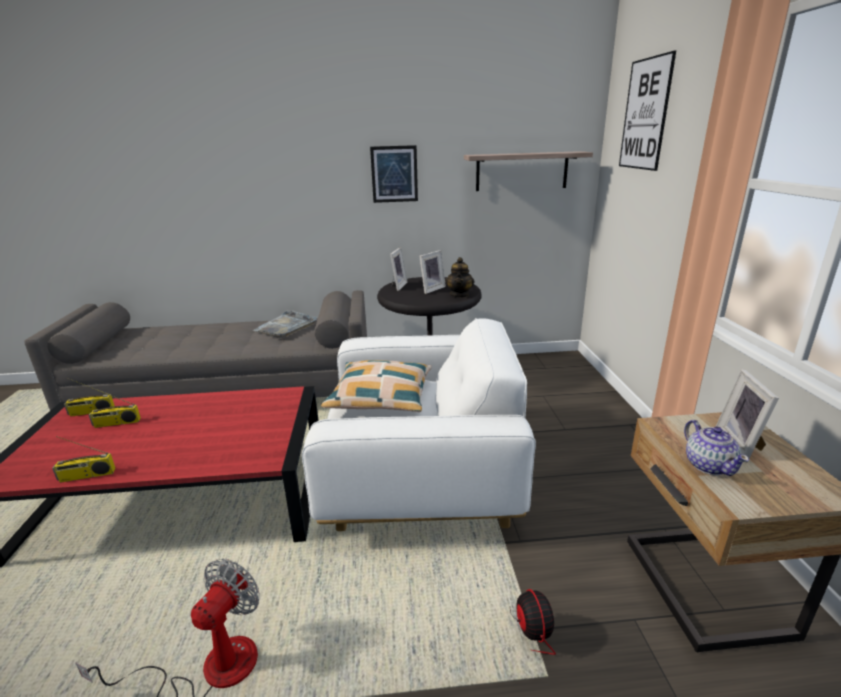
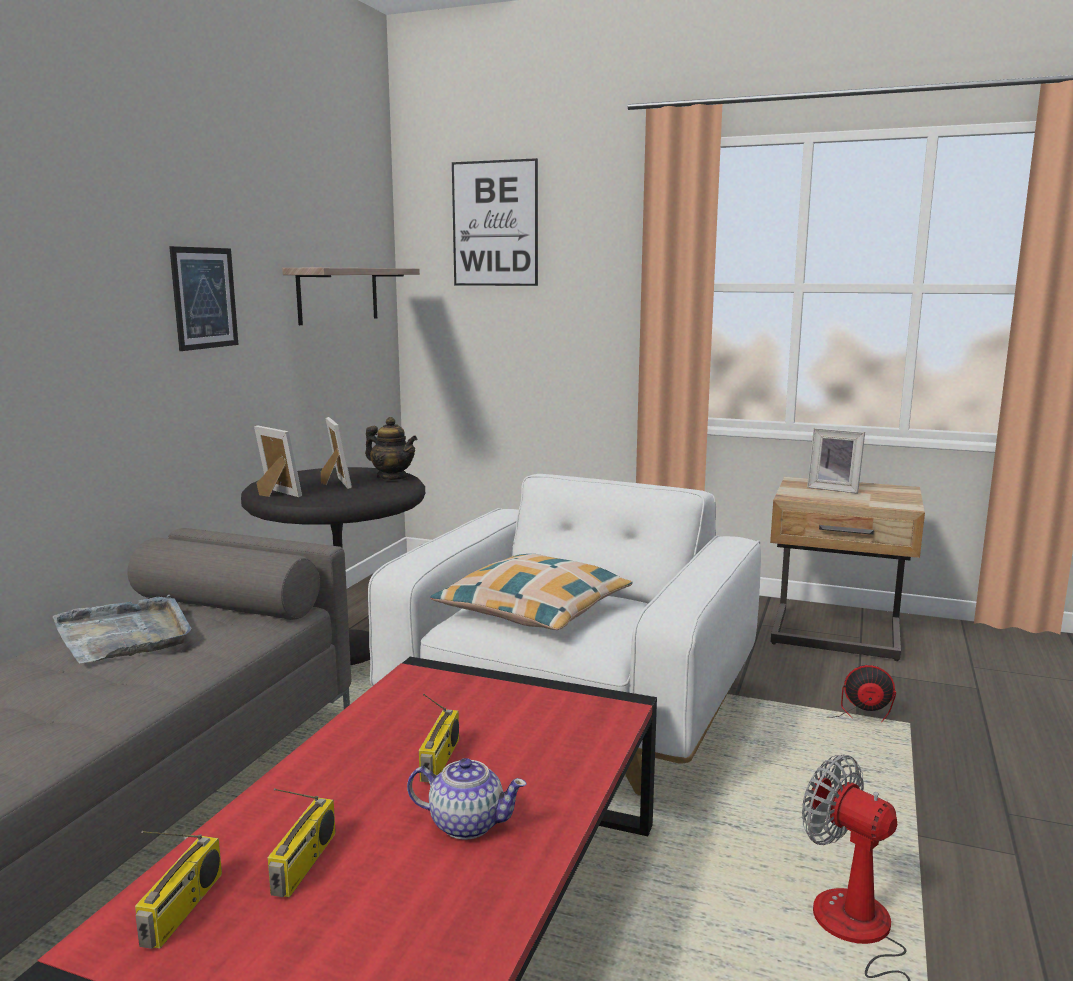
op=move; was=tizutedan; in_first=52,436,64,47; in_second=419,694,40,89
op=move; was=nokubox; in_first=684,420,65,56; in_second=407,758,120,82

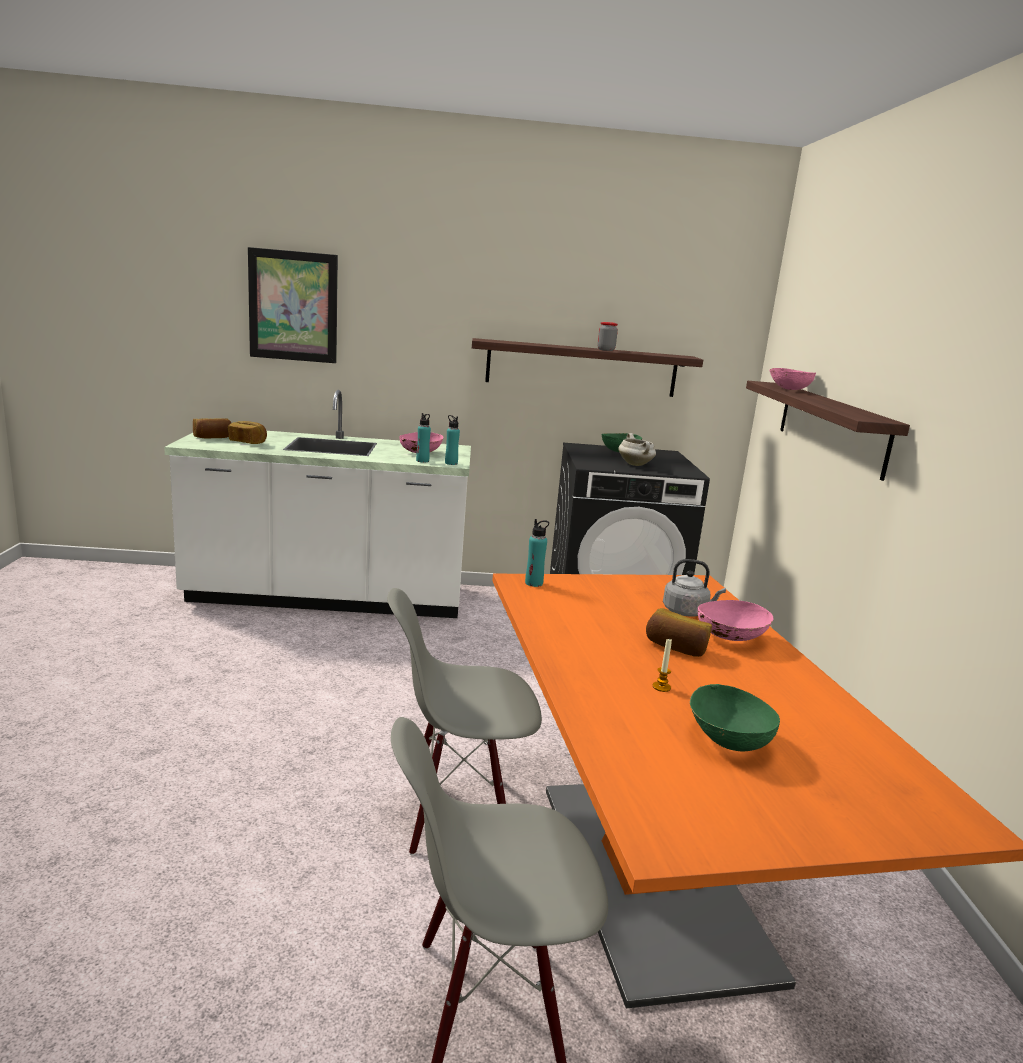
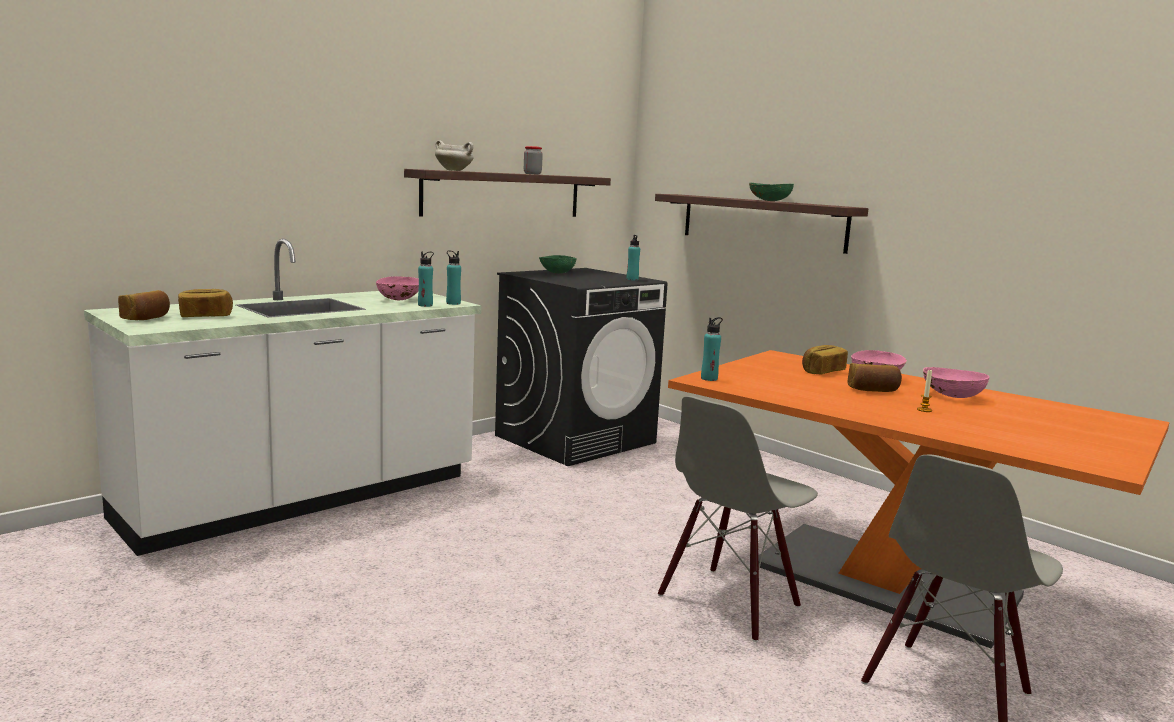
op=delete; was=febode; in_first=248,247,90,116
op=move; was=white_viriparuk; in_first=618,433,38,33; in_second=435,140,39,31
op=replace; was=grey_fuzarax; now=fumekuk; in_first=663,559,63,58; in_second=802,345,46,29
op=move; was=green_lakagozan; in_first=689,684,91,67; in_second=749,183,45,18
op=move; was=pink_lakagozan; in_first=769,368,47,22; in_second=923,367,66,31
op=insert; now=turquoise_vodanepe; in_second=627,235,13,45

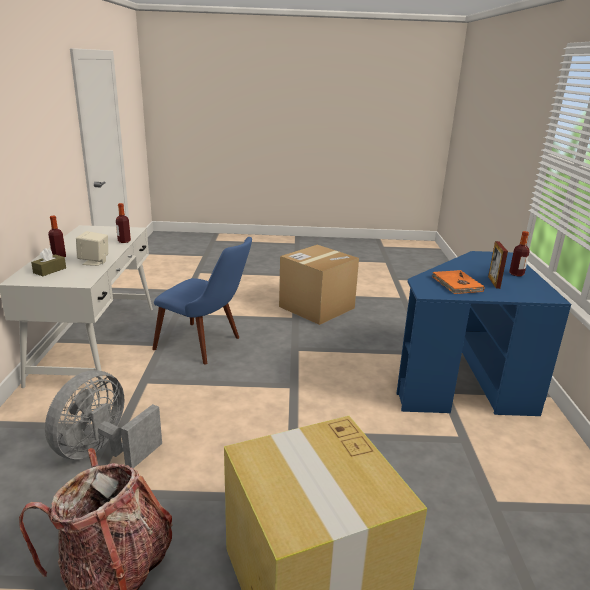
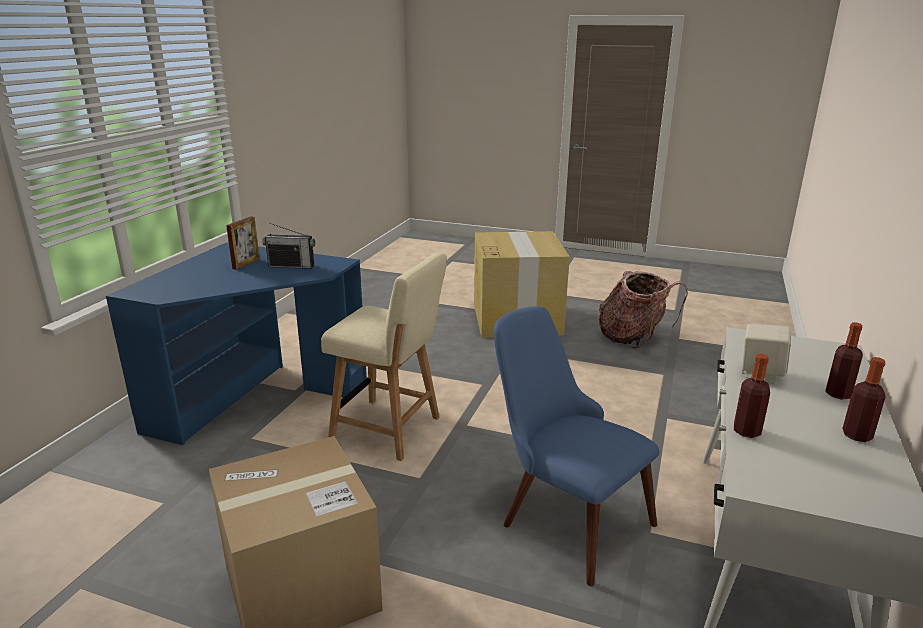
op=delete; was=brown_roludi; in_first=31,248,35,28
op=delete; was=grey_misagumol; in_first=45,370,117,98
op=replace; was=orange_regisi; now=tizutedan; in_first=432,270,52,24; in_second=262,223,53,46
op=move; was=vodanepe; in_first=509,231,21,45; in_second=842,357,44,85
op=insert; now=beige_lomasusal; in_second=321,252,126,209

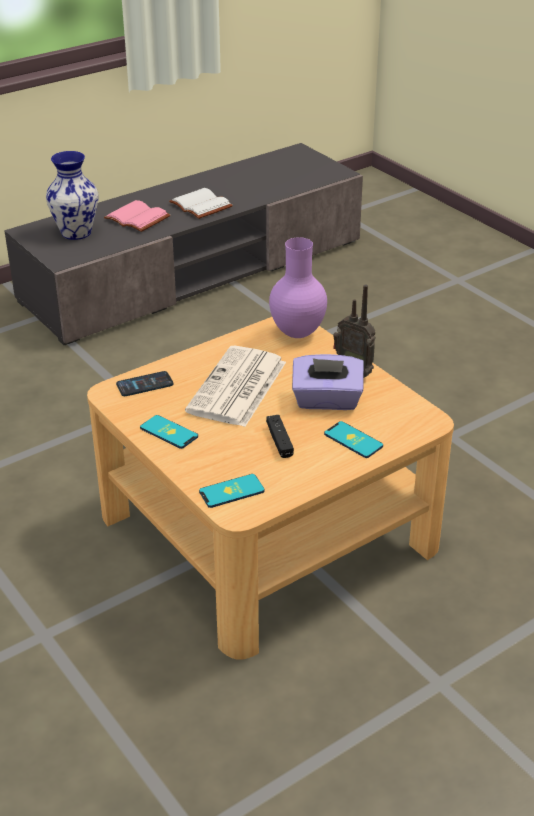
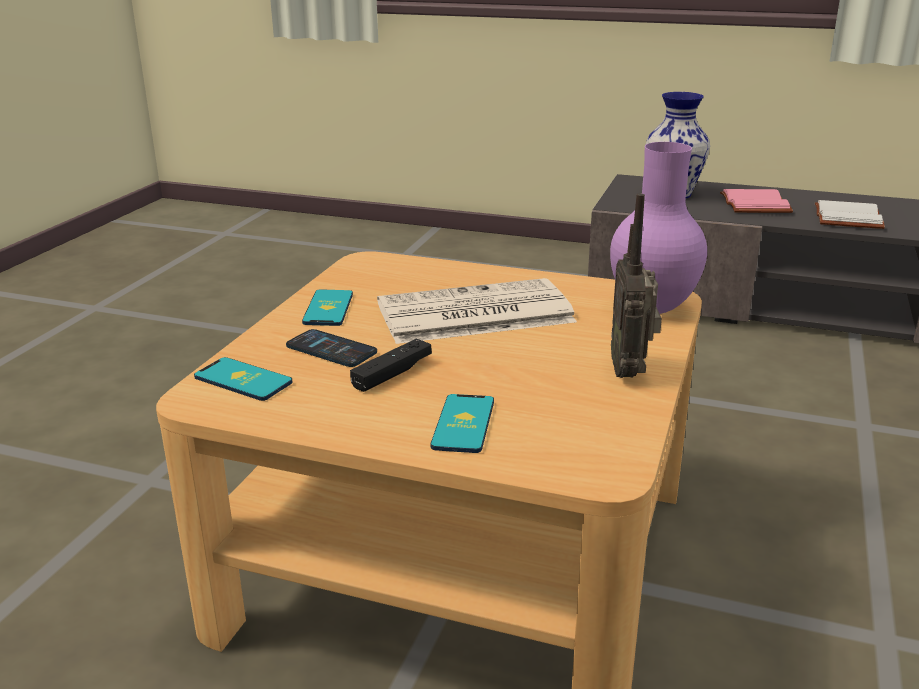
op=move; was=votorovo; in_first=116,371,57,25; in_second=286,329,91,38
op=delete; was=purple_roludi; in_first=292,354,72,56

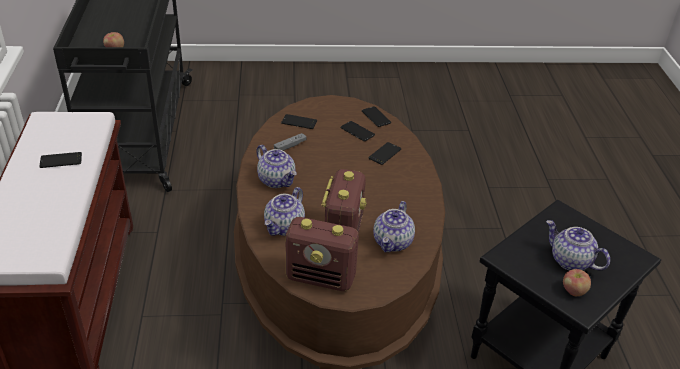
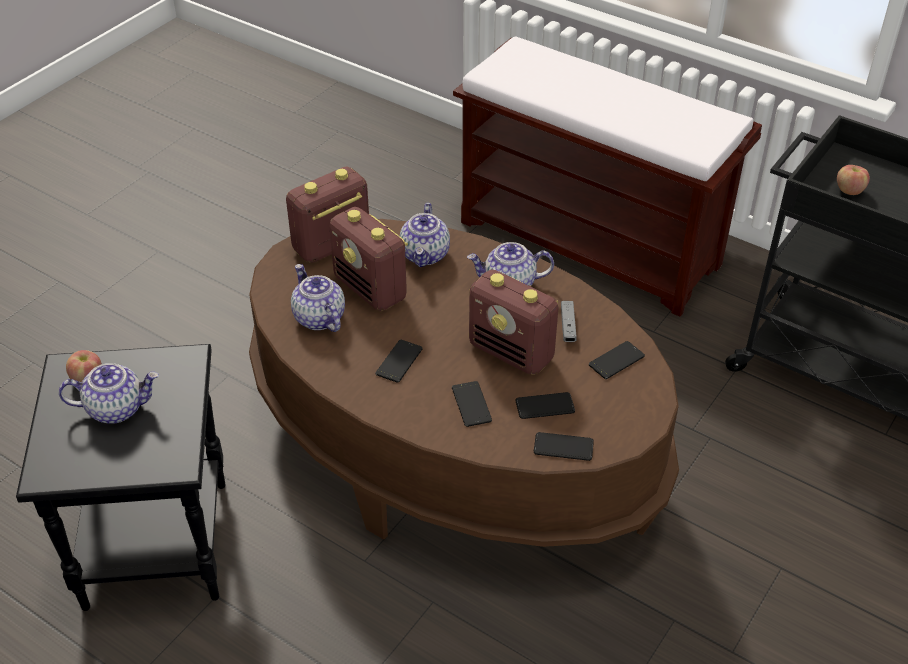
op=move; was=votorovo; in_first=39,152,43,16; in_second=376,340,47,43
op=rotate; was=nokubox; in_first=264,187,41,49; in_second=400,203,50,64; clockwise=-150
op=insert; now=tizutedan; in_second=469,269,90,106

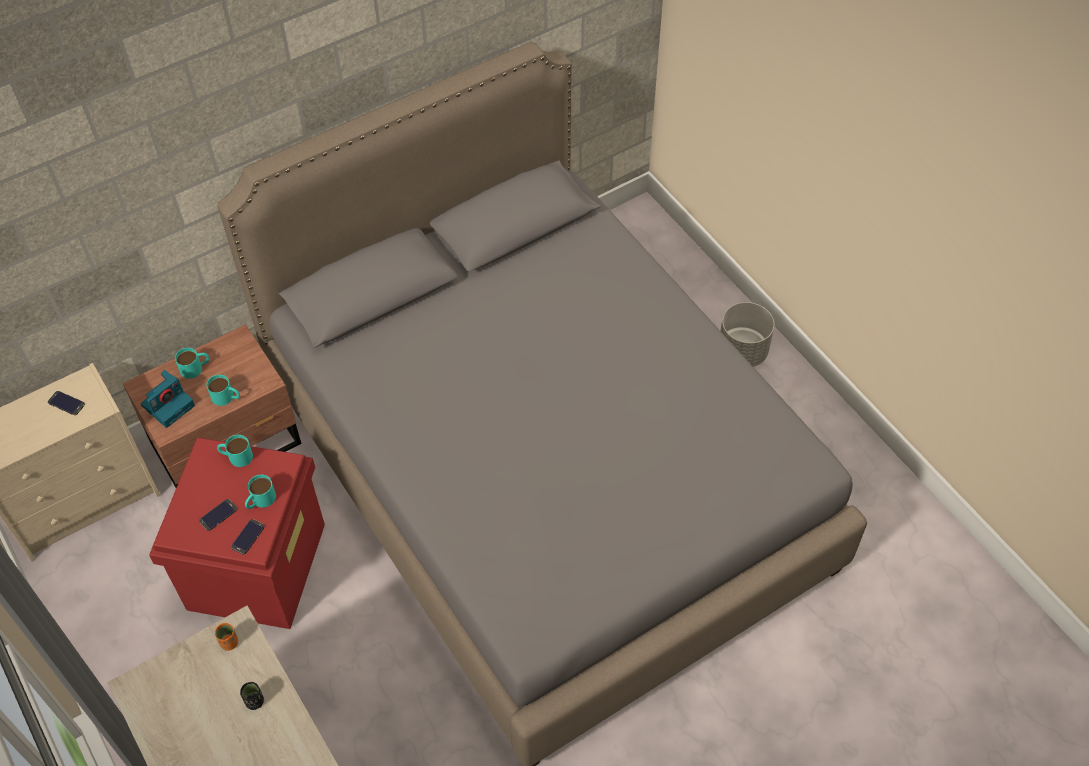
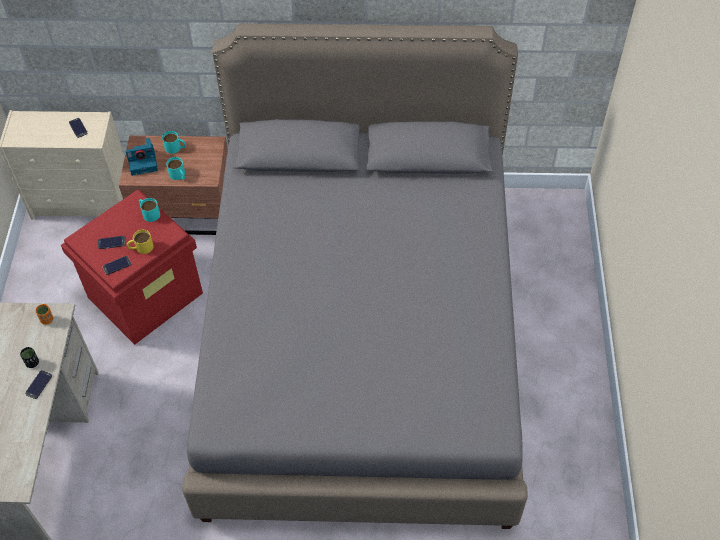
op=recolor; was=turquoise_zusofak; now=yellow_zusofak; in_first=245,475,31,34; in_second=127,230,27,24
op=delete; was=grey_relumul; in_first=720,302,54,65
op=insert; now=votorovo; in_second=25,370,27,29

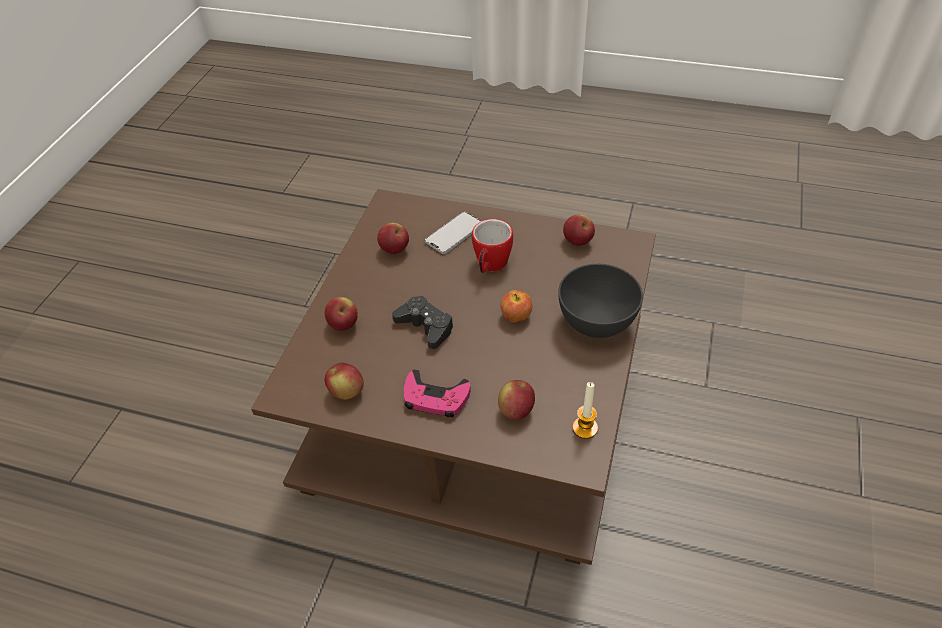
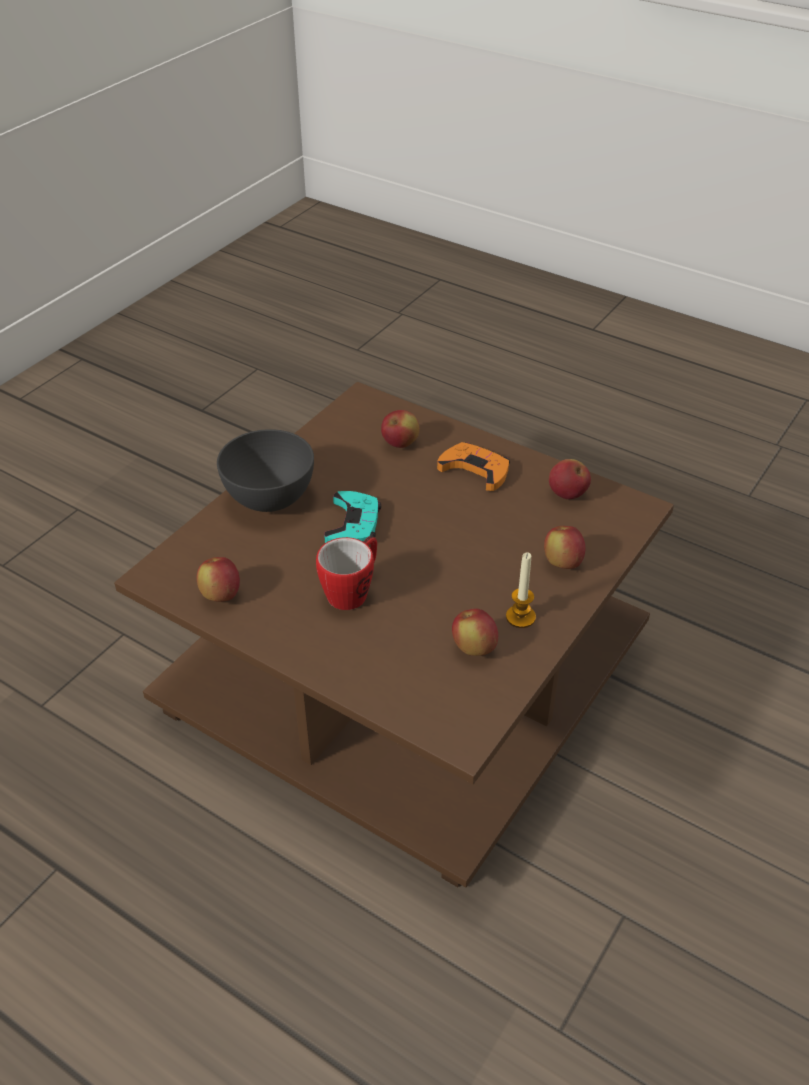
op=delete; was=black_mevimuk; in_first=392,295,62,54
op=recolor; was=pink_mevimuk; now=orange_mevimuk; in_first=404,369,67,49; in_second=437,442,73,49
op=delete; was=votorovo; in_first=425,212,56,42
op=replace; was=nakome; now=turquoise_mevimuk; in_first=500,290,32,33; in_second=324,491,57,52
op=move; was=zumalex; in_first=572,382,26,57; in_second=506,552,30,76

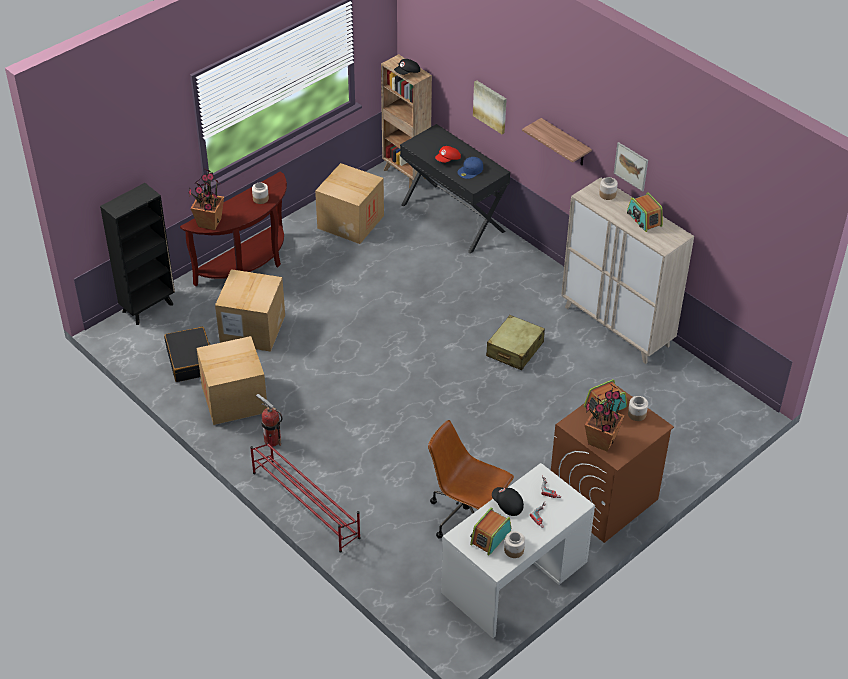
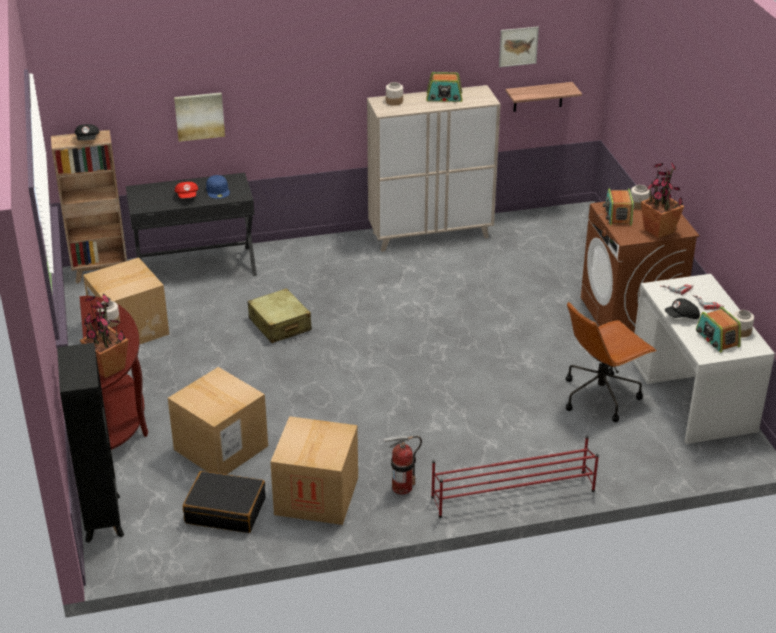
op=move; was=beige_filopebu; in_first=486,315,59,55; in_second=247,288,65,55
op=move; was=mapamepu; in_first=522,118,70,47; in_second=505,82,77,30
op=move; was=febode; in_first=614,142,34,50; in_second=499,26,40,41

